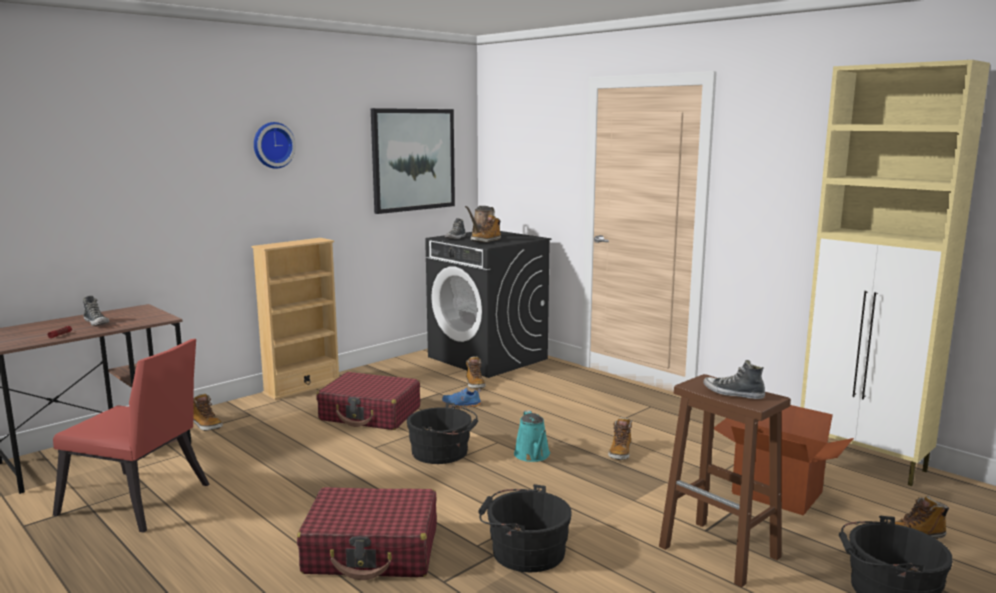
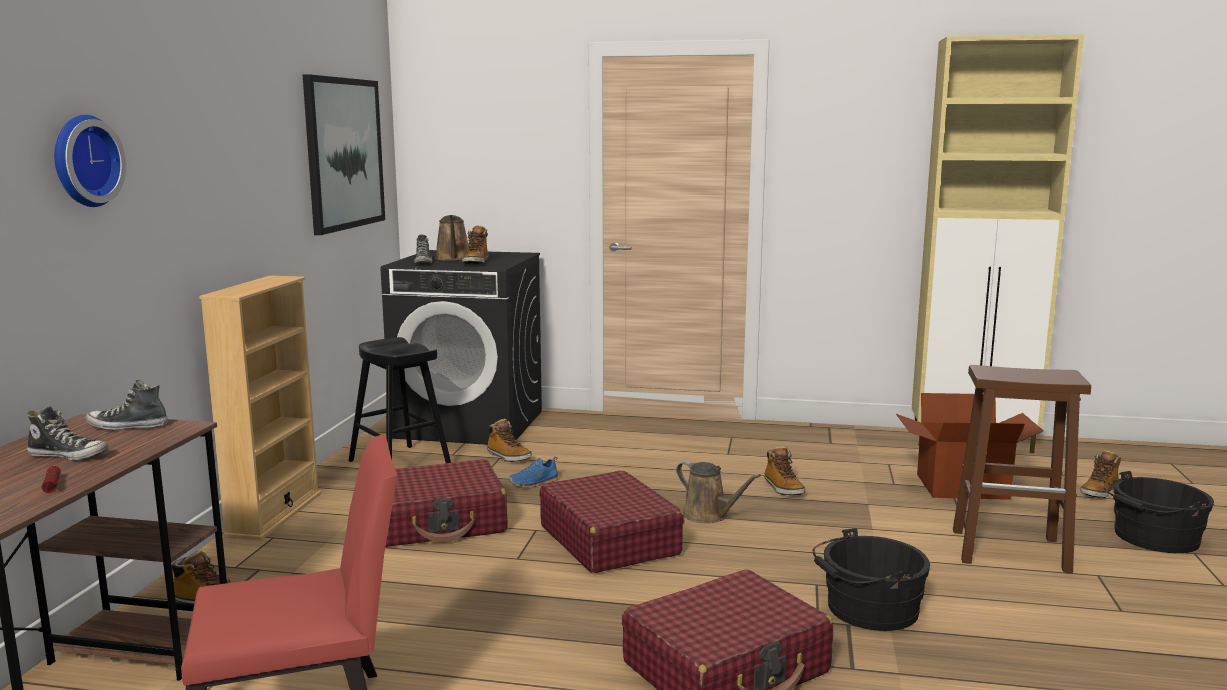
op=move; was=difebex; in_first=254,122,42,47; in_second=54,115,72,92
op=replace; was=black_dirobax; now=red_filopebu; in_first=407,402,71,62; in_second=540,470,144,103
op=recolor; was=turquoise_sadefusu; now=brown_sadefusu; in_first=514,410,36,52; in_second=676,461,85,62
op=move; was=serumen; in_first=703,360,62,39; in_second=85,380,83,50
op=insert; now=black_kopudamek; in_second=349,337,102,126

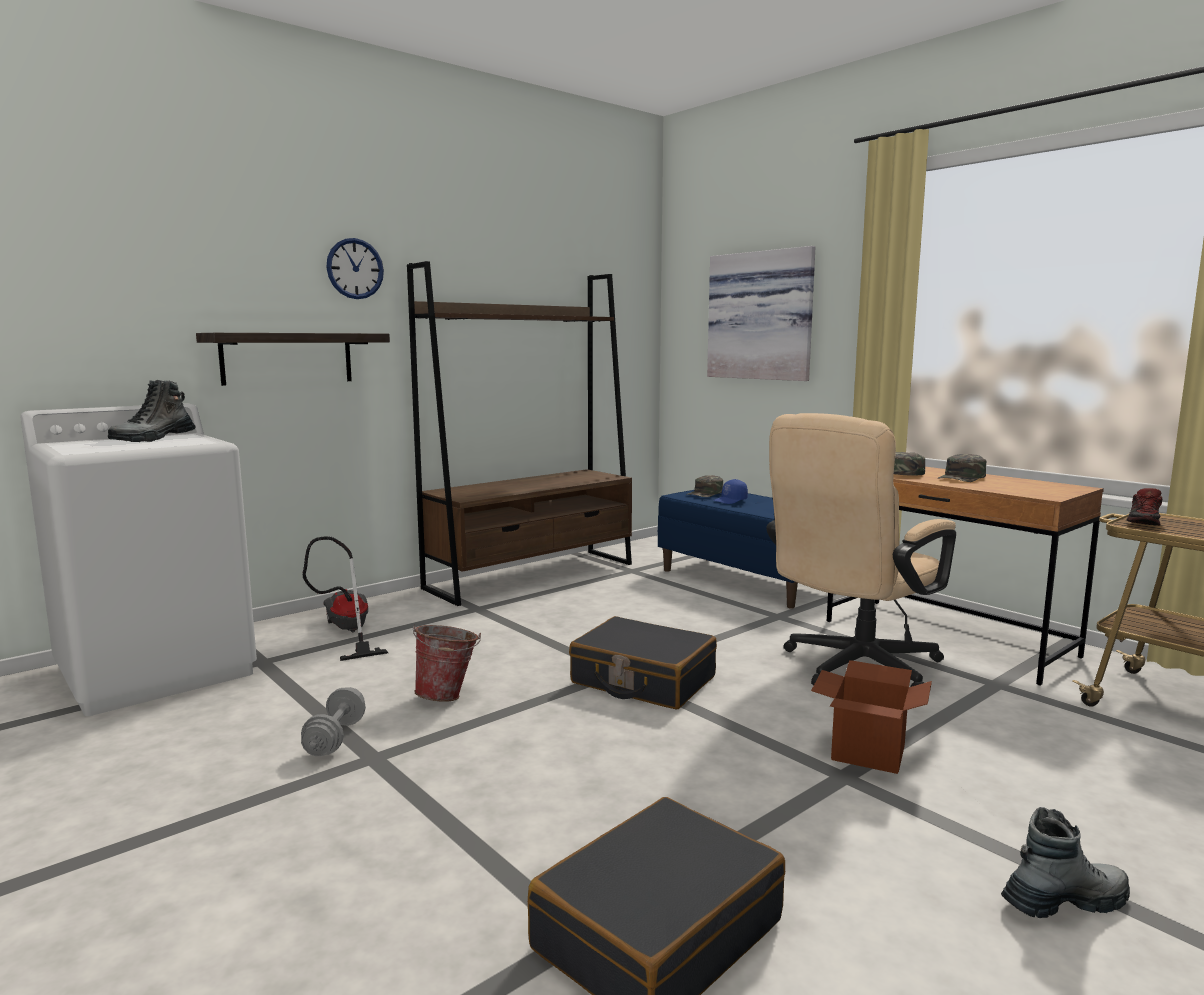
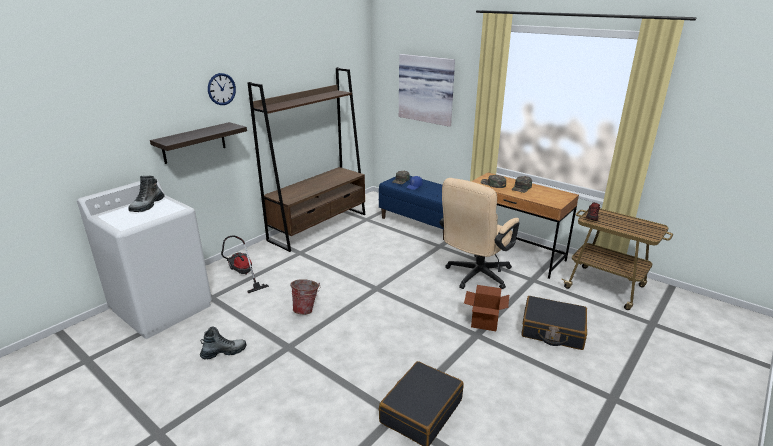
op=delete; was=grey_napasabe; in_first=301,687,65,69
op=move; was=black_filopebu; in_first=569,616,148,94; in_second=521,296,66,54
op=move; was=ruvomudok; in_first=1001,807,129,111; in_second=200,326,46,34

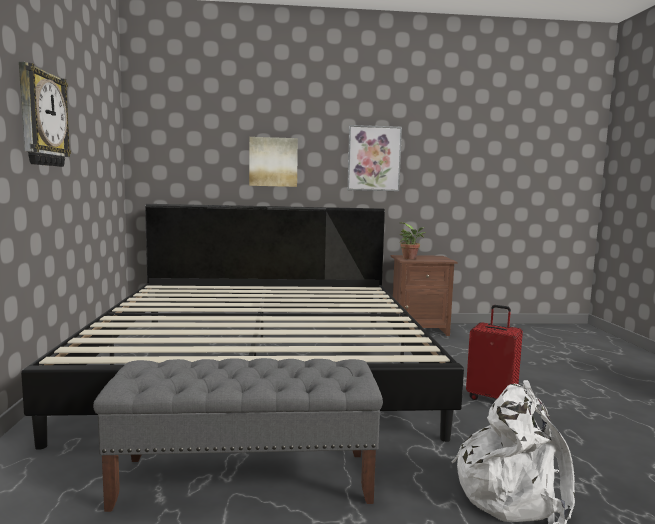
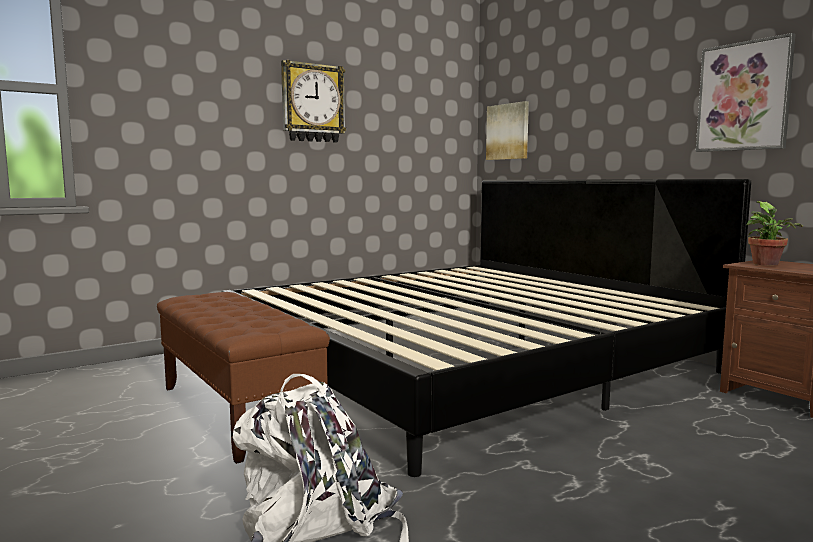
op=recolor; was=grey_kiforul; now=brown_kiforul; in_first=93,358,290,154; in_second=157,292,173,172
op=move; was=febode; in_first=249,137,49,50; in_second=486,101,43,59
op=delete; was=red_filopebu; in_first=466,305,57,95

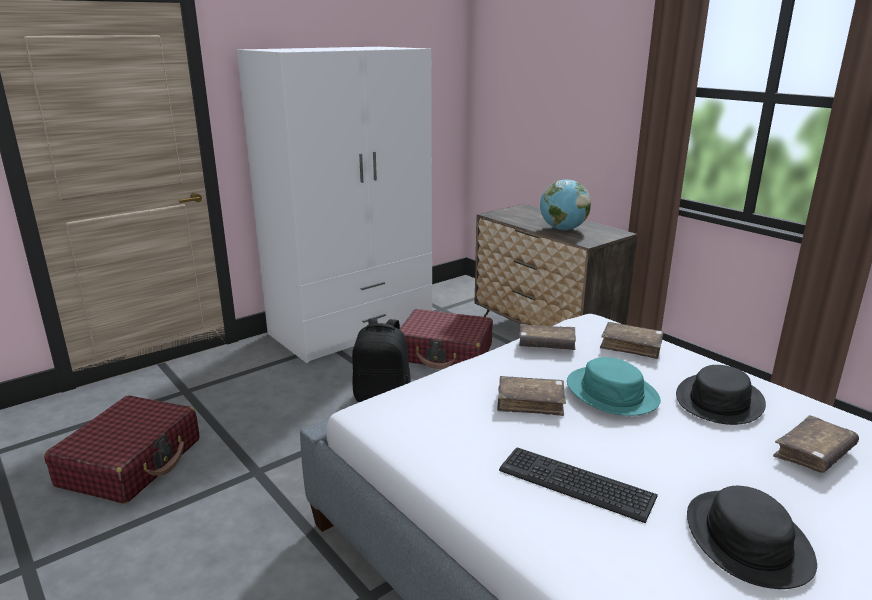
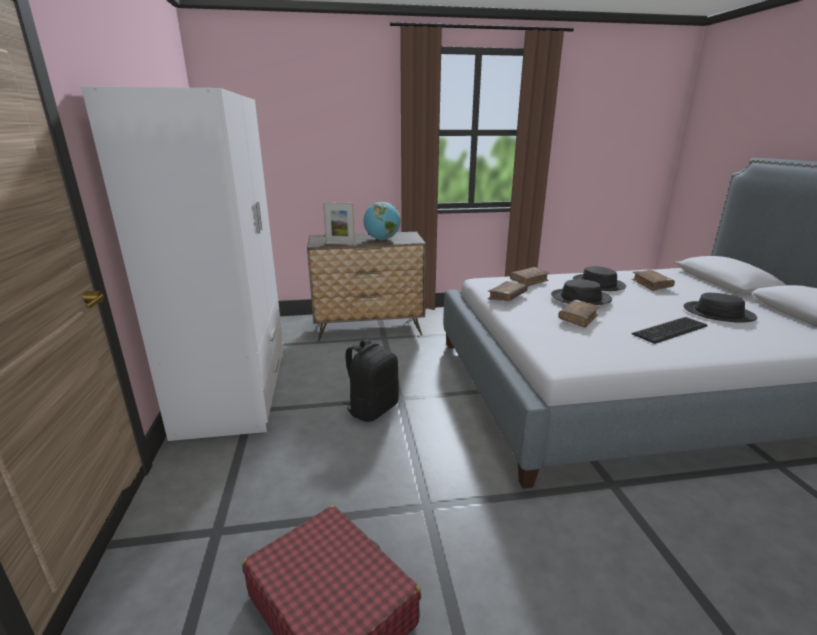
op=delete; was=red_filopebu; in_first=400,309,93,60
op=recolor; was=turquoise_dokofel; now=black_dokofel; in_first=567,357,94,59; in_second=551,279,61,26
op=insert; now=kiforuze; in_second=323,202,32,43

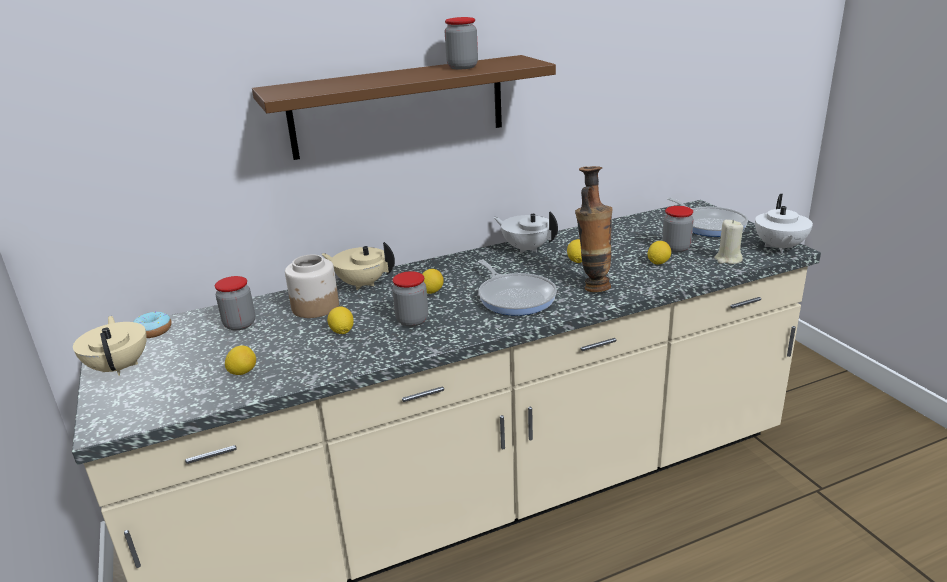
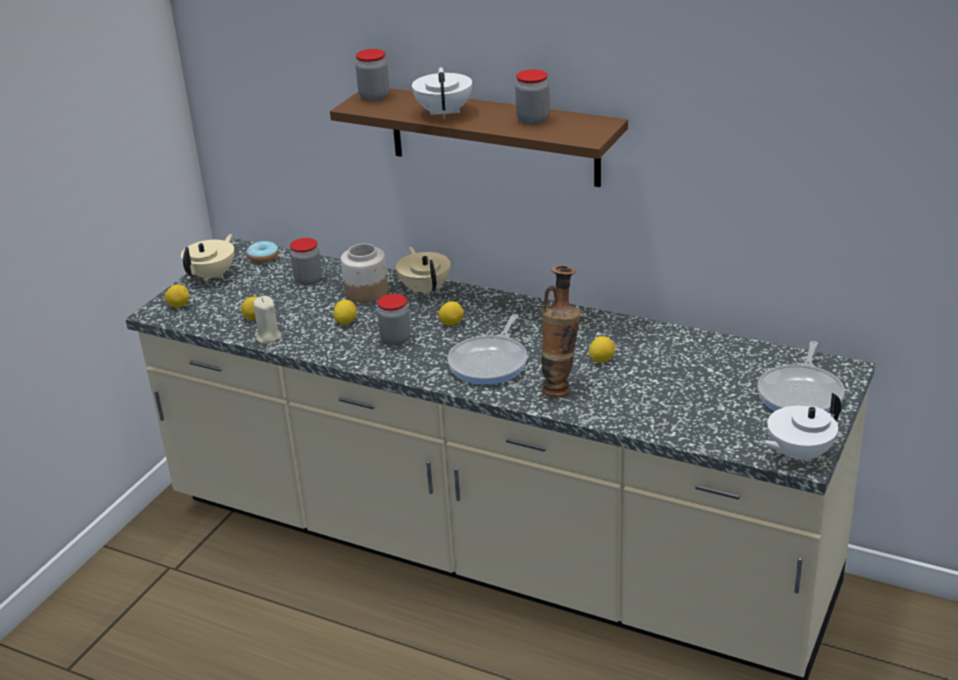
op=move; was=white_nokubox; in_first=493,211,65,42; in_second=412,67,60,52
op=move; was=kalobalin; in_first=647,241,24,24; in_second=165,284,24,23
op=move; was=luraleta; in_first=662,206,32,46; in_second=355,49,35,53
op=move; was=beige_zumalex; in_first=715,220,29,44; in_second=253,296,29,48

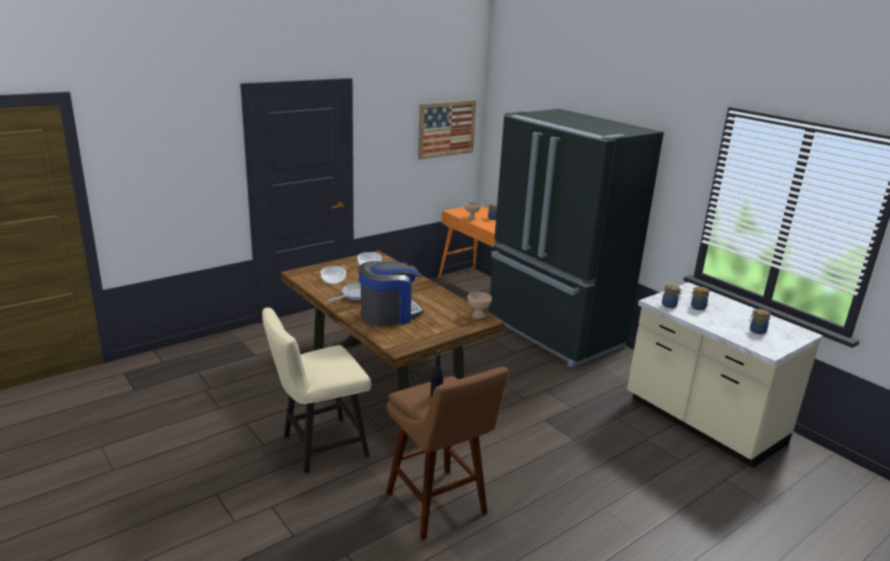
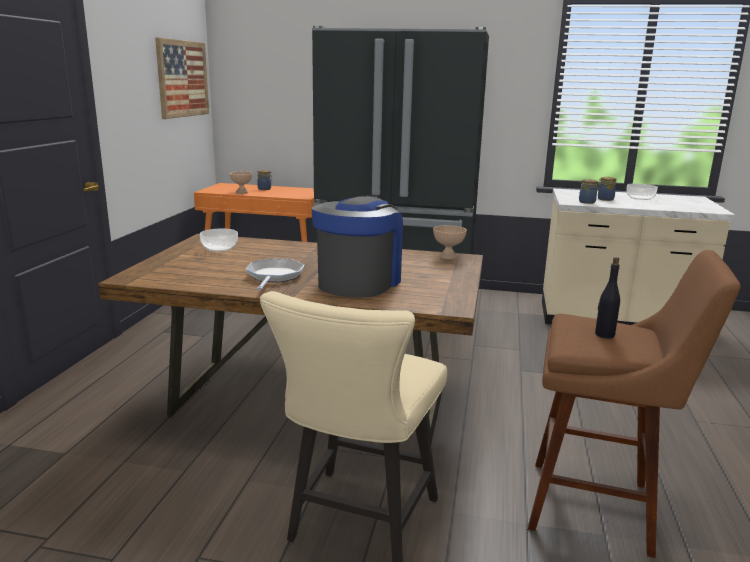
op=move; was=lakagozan; in_first=321,266,25,18; in_second=626,184,32,16
op=delete; was=luraleta; in_first=749,309,22,25

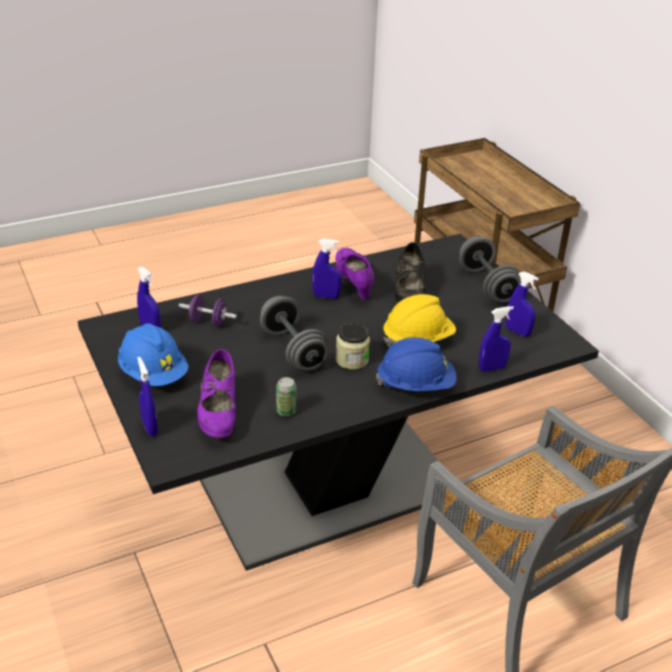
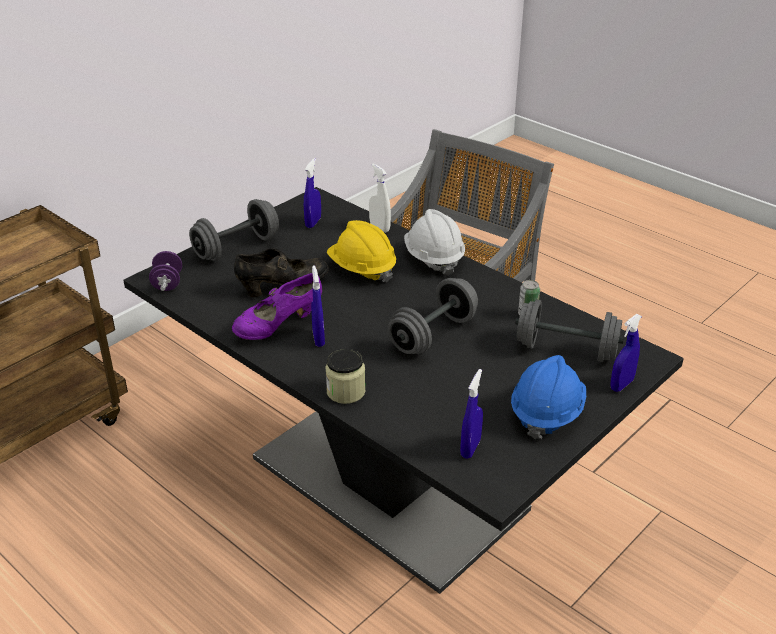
op=move; was=purple_napasabe; in_first=179,294,58,33; in_second=149,251,33,40
op=replace; was=purple_serumen; now=grey_napasabe; in_first=197,349,39,89; in_second=516,299,108,63
op=move; was=luraleta; in_first=336,323,34,47; in_second=326,349,39,55
op=recolor; was=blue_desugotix; now=white_desugotix; in_first=376,337,81,54; in_second=404,209,61,67
op=recolor; was=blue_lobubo; now=white_lobubo; in_first=479,306,35,66; in_second=369,164,22,69

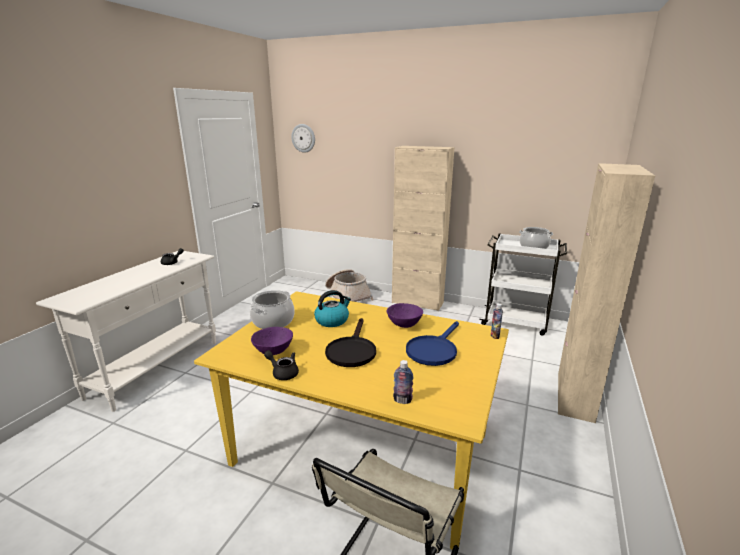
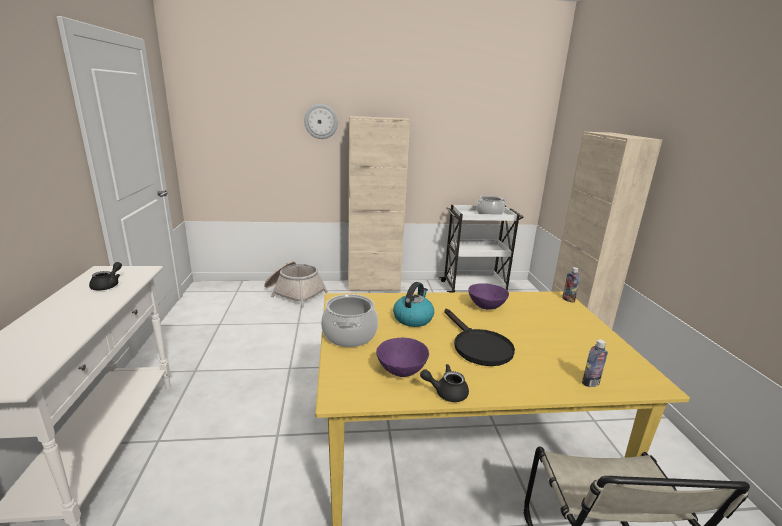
op=move; was=difebex; in_first=291,124,24,29; in_second=304,104,34,35
op=delete; was=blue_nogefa; in_first=406,321,53,45

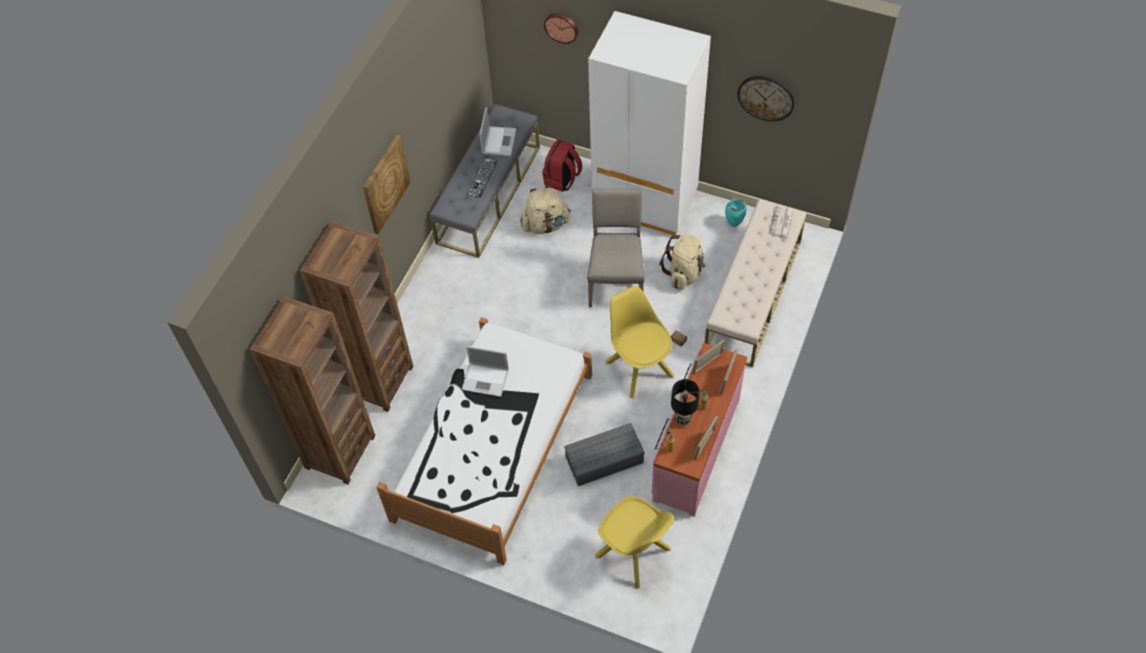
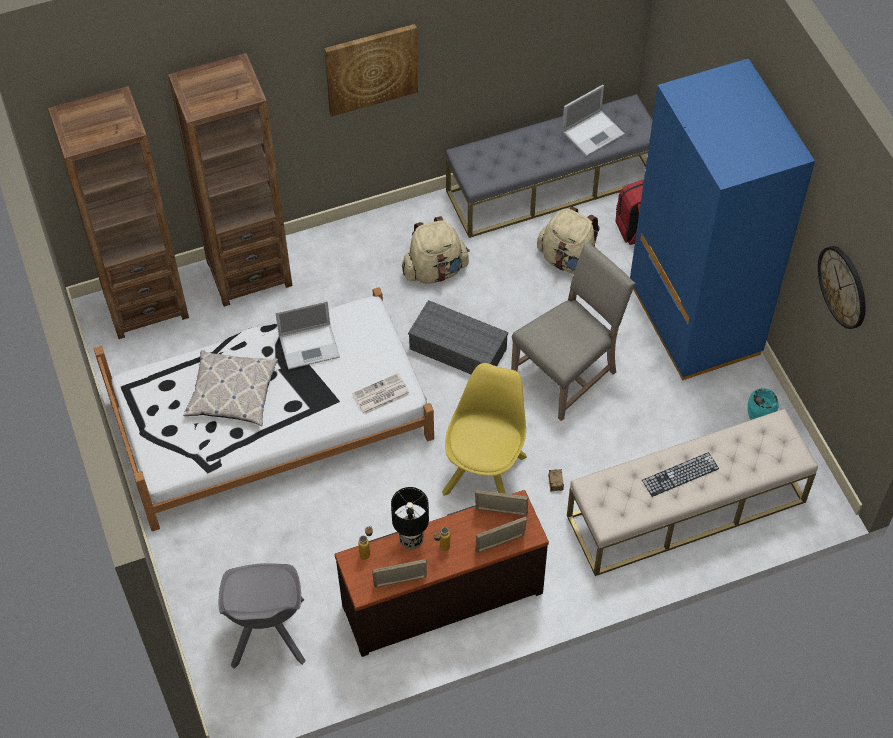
op=rotate; was=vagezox; in_first=461,346,48,51; in_second=275,300,65,69; clockwise=-75
op=move; was=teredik; in_first=467,158,30,40; in_second=642,452,77,45
op=delete; was=difebex; in_first=544,13,34,31
op=move; was=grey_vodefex; in_first=564,423,81,63; in_second=408,300,100,74
op=recolor; was=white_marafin; now=blue_marafin; in_first=588,11,123,224; in_second=630,58,185,322
op=recolor; was=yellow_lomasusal; now=grey_lomasusal; in_first=595,496,79,93; in_second=219,563,87,106
op=recolor; was=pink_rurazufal; now=brown_rurazufal; in_first=652,343,95,173; in_second=335,490,214,167
op=move; was=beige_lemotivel; in_first=659,234,47,56; in_second=402,216,68,68
op=move; was=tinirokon; in_first=769,205,25,33; in_second=352,373,58,42
op=insert; now=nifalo; in_second=183,350,95,76

